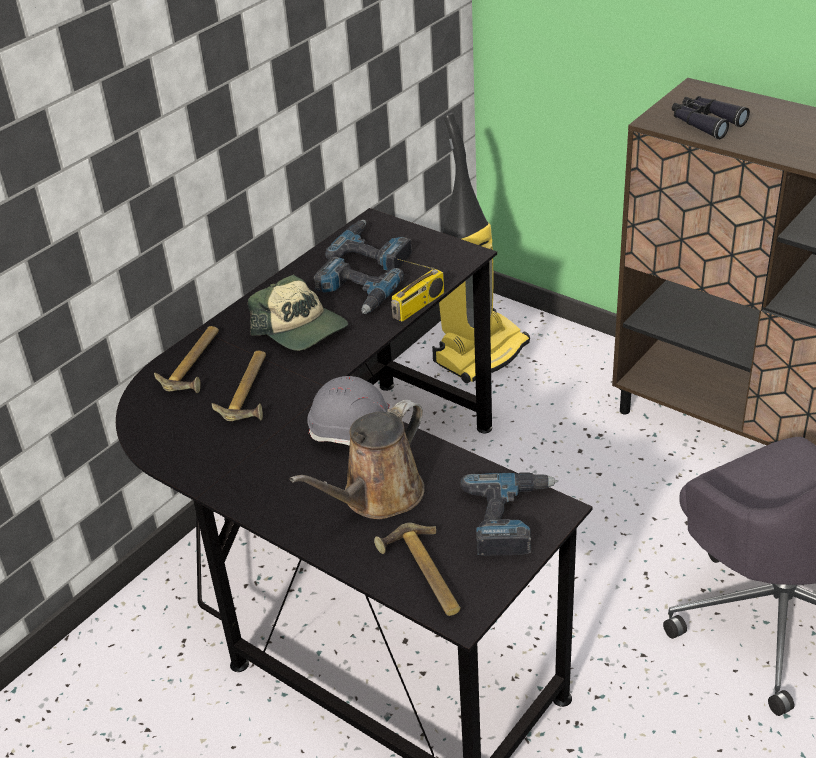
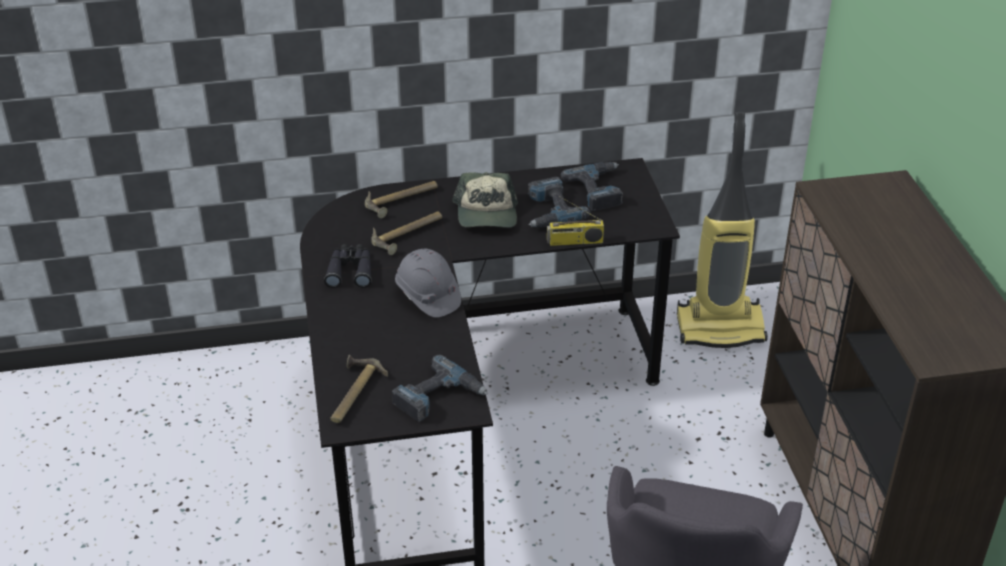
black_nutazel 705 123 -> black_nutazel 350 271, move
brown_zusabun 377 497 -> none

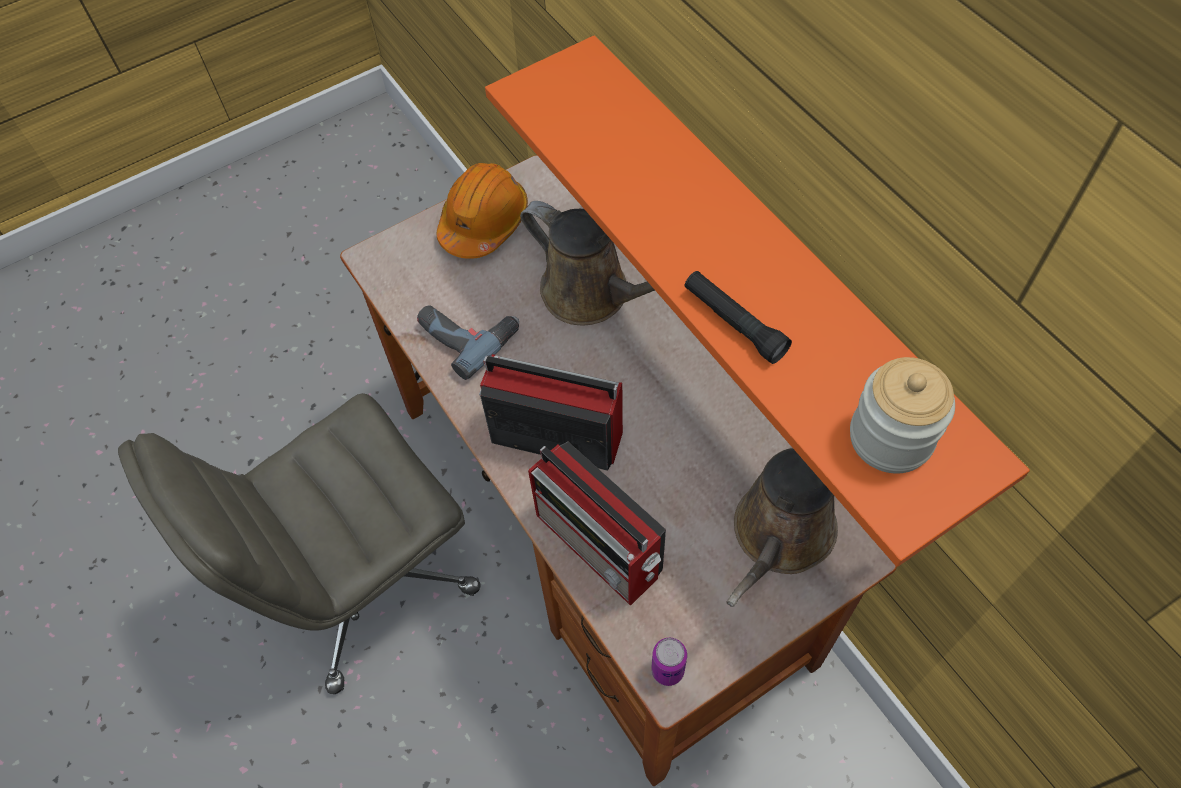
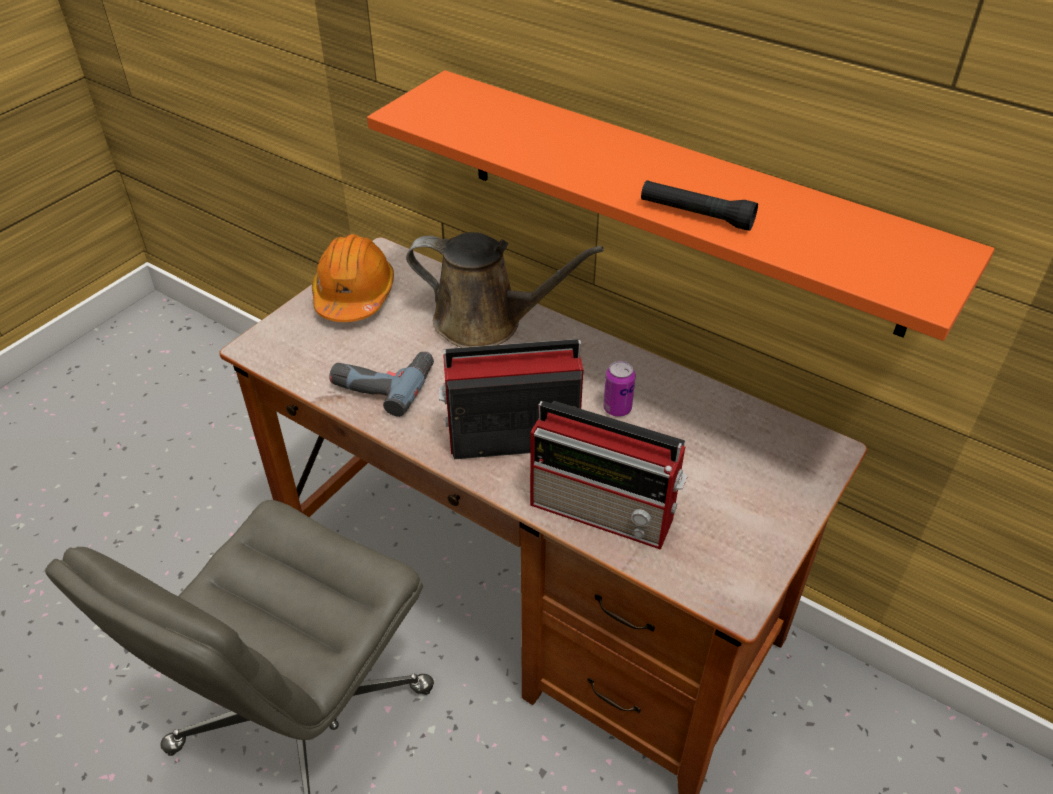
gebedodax 890 438 -> none
brown_zusabun 779 536 -> none
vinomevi 667 670 -> vinomevi 617 408, move

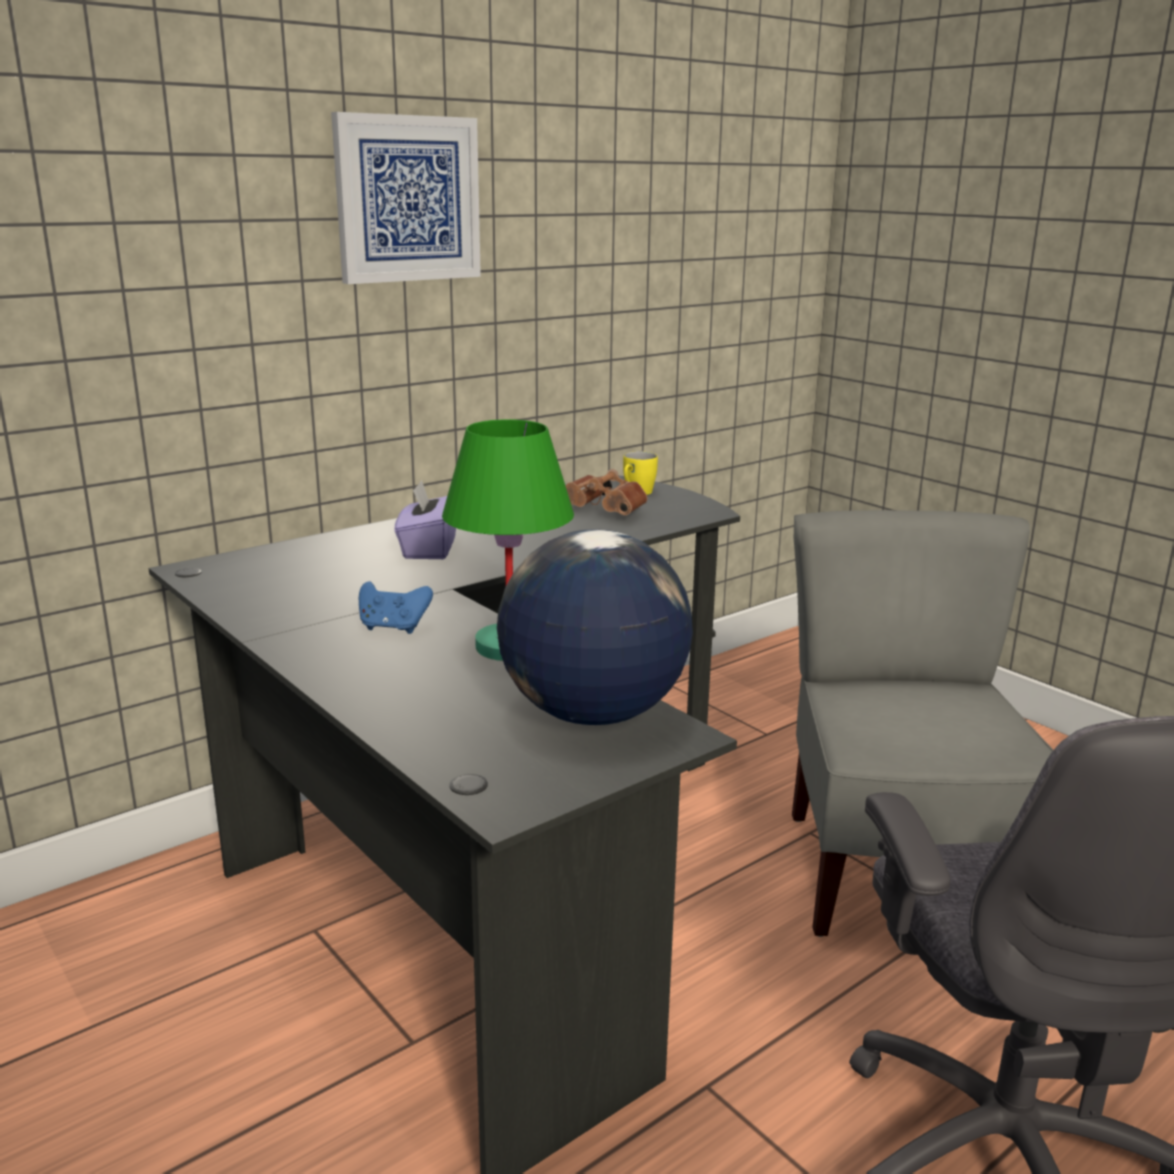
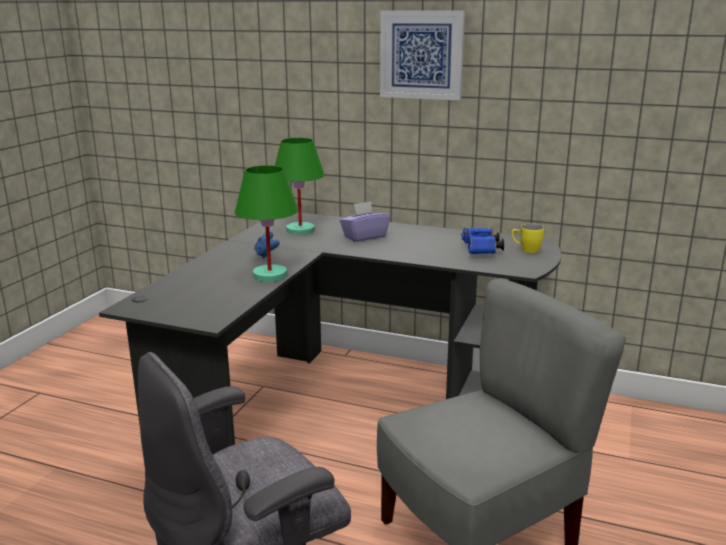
brown_nutazel 606 511 -> blue_nutazel 481 251
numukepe 592 713 -> none
none -> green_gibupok 300 230

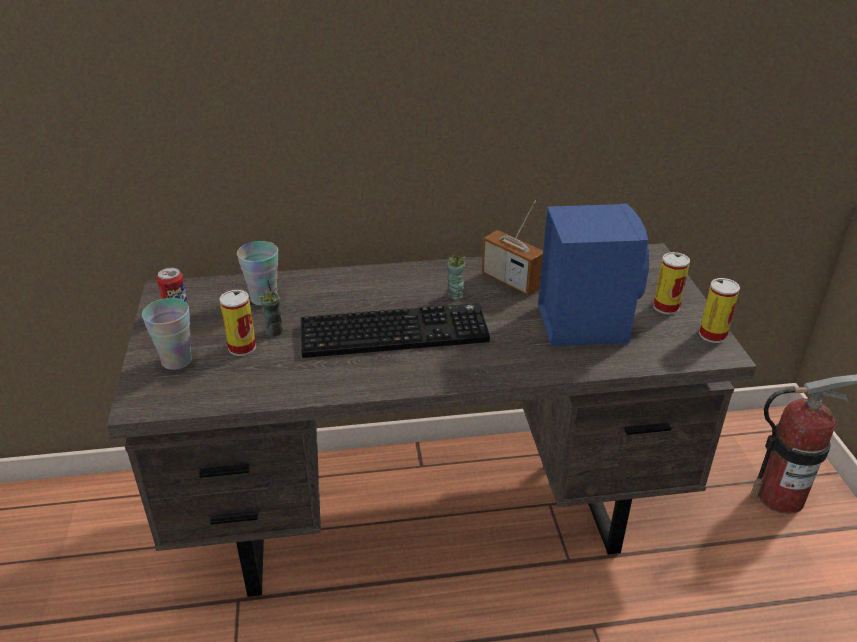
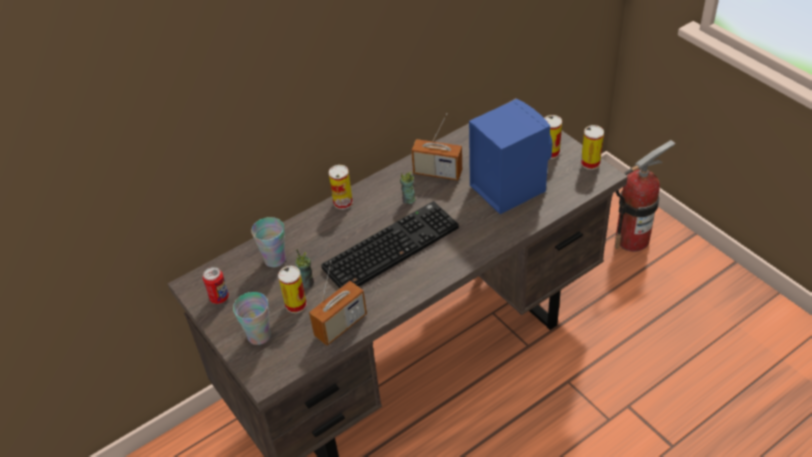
none -> vinomevi 343 202
none -> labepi 340 325

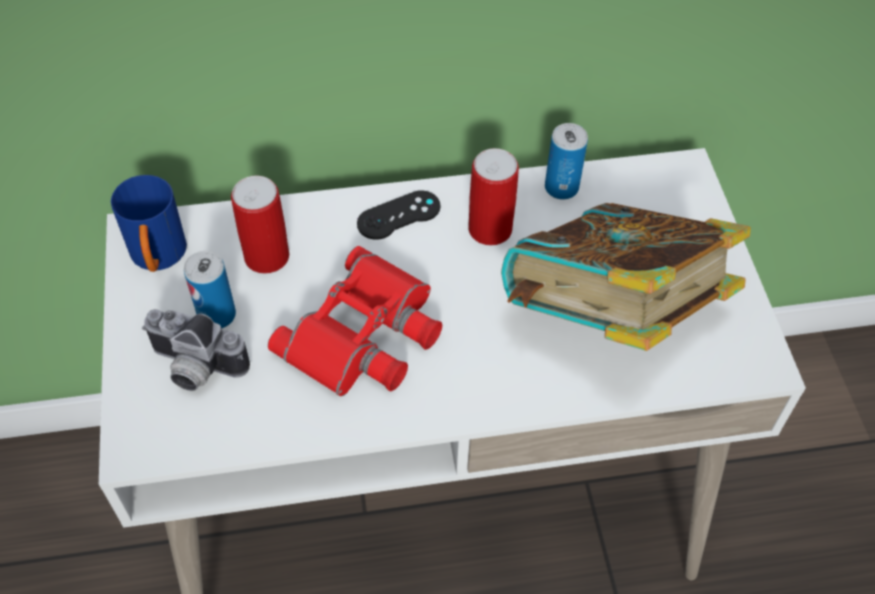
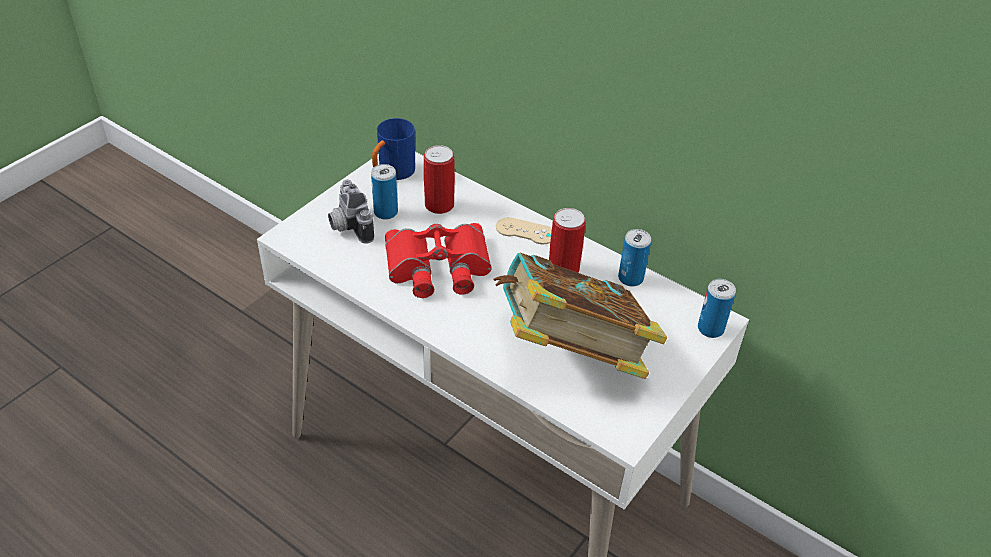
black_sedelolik 399 215 -> beige_sedelolik 525 231
none -> vinomevi 710 329

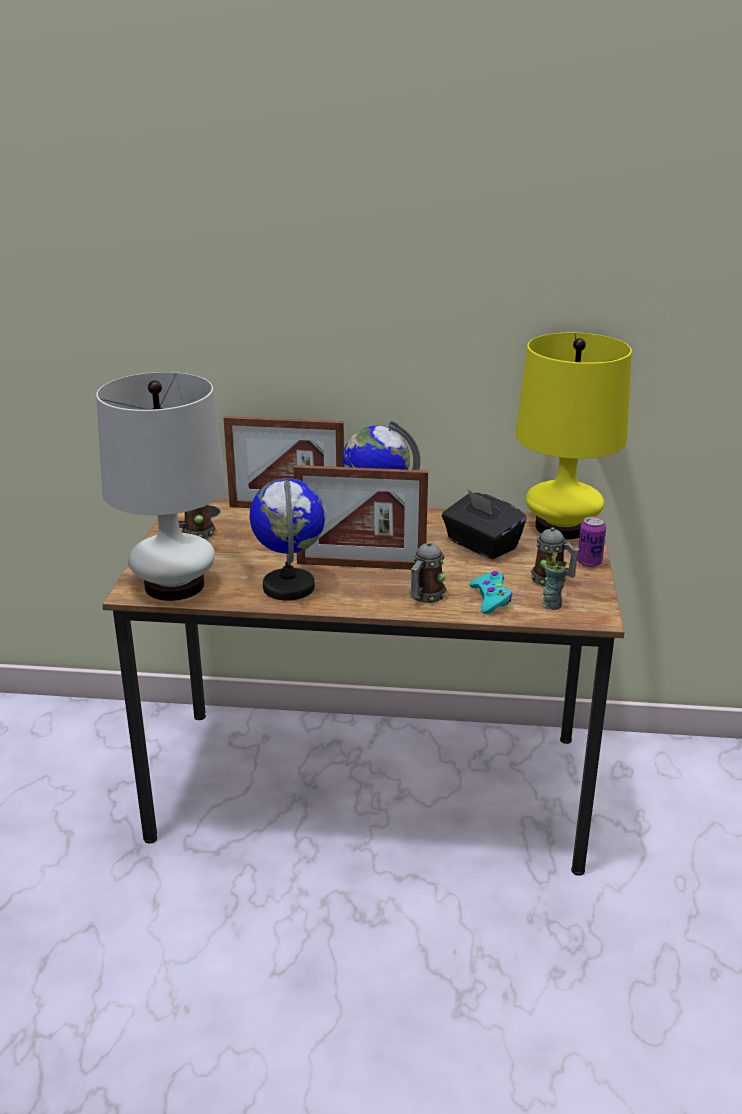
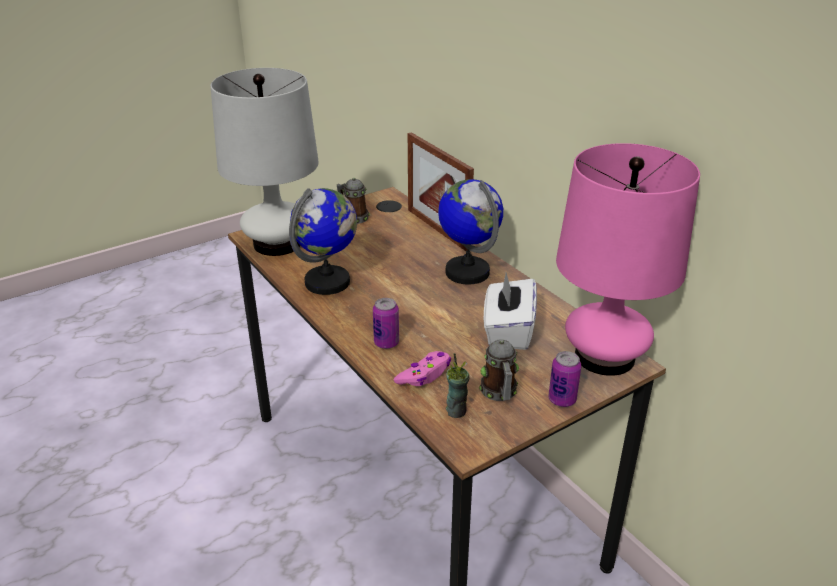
yellow_gibupok 562 527 -> pink_gibupok 604 356
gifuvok 361 565 -> none
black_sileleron 481 545 -> white_sileleron 508 331
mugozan 425 597 -> vinomevi 386 343
turquoise_sedelolik 491 599 -> pink_sedelolik 424 375

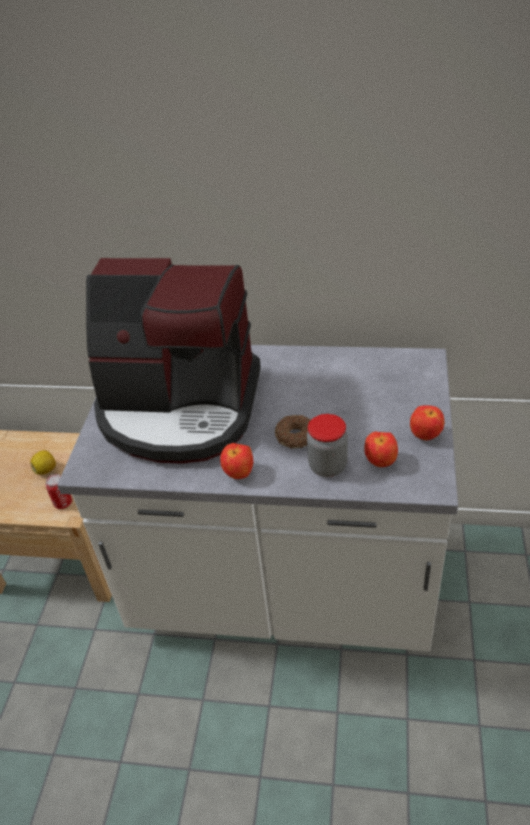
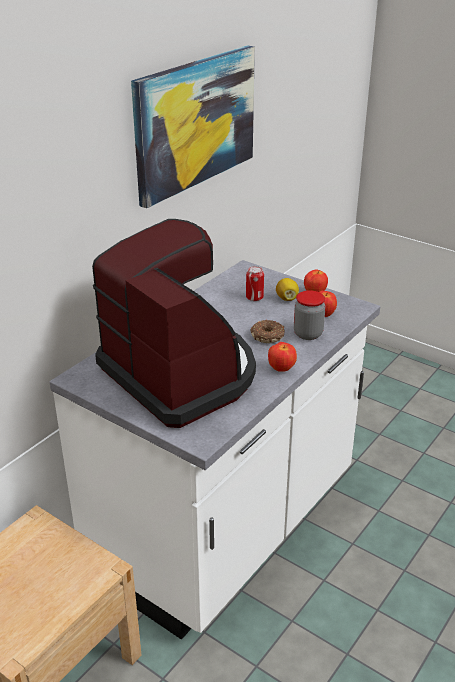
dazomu 180 408 -> dazomu 181 374, 75 degrees counterclockwise
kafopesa 46 470 -> kafopesa 287 298, move
vinomevi 63 502 -> vinomevi 254 298, move
none -> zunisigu 195 122

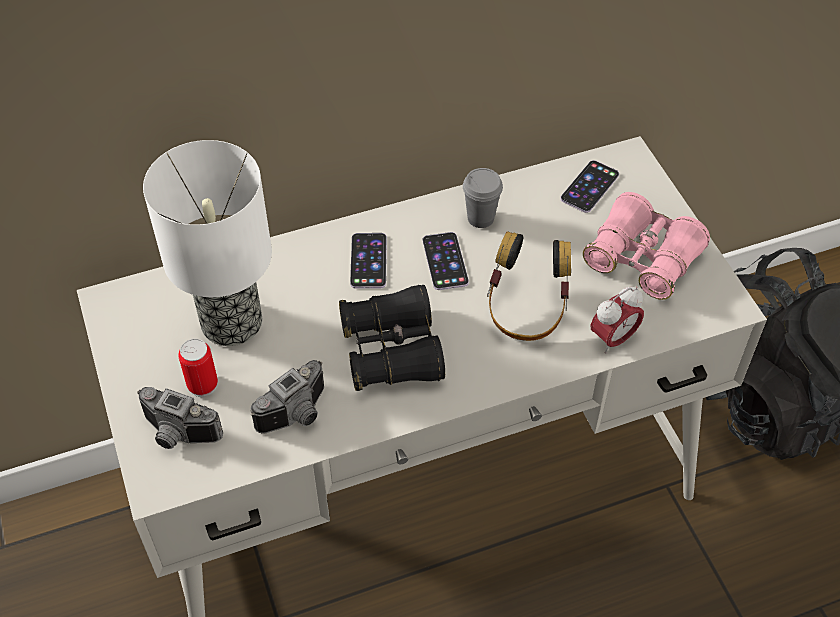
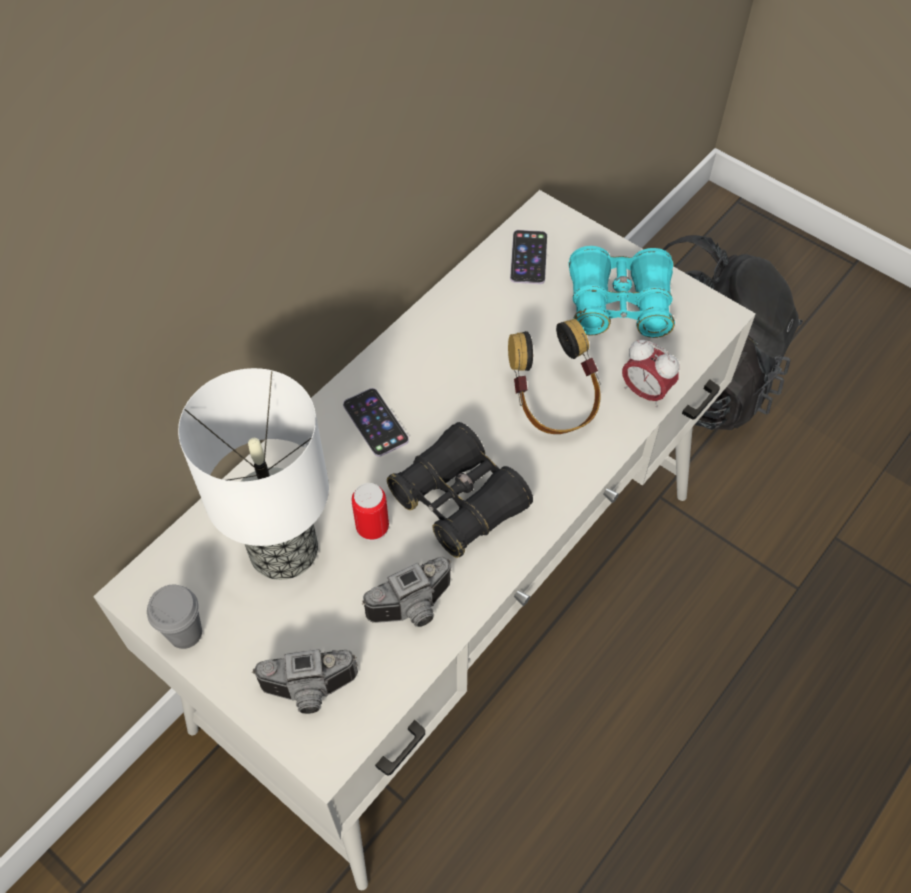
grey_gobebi 480 218 -> grey_gobebi 185 633, move
pink_nutazel 642 258 -> turquoise_nutazel 619 305
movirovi 445 261 -> none
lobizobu 613 339 -> lobizobu 645 392, 105 degrees clockwise
vinomevi 202 385 -> vinomevi 372 527, move
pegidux 298 415 -> pegidux 414 609, 45 degrees clockwise

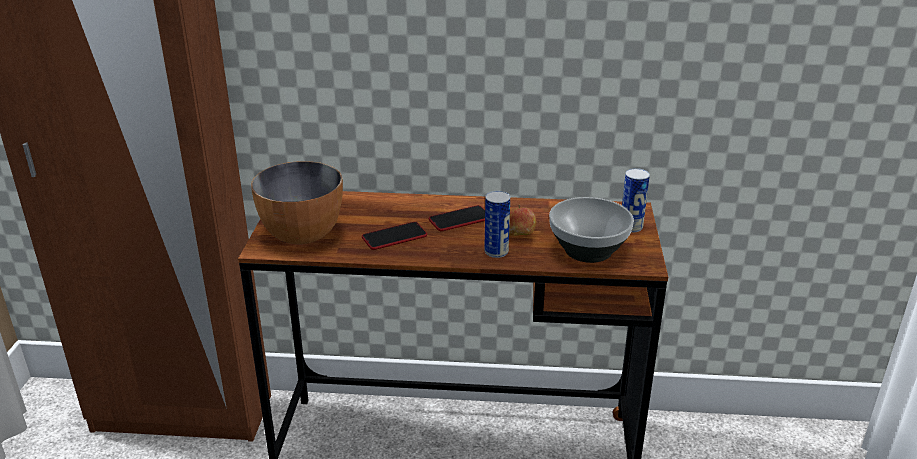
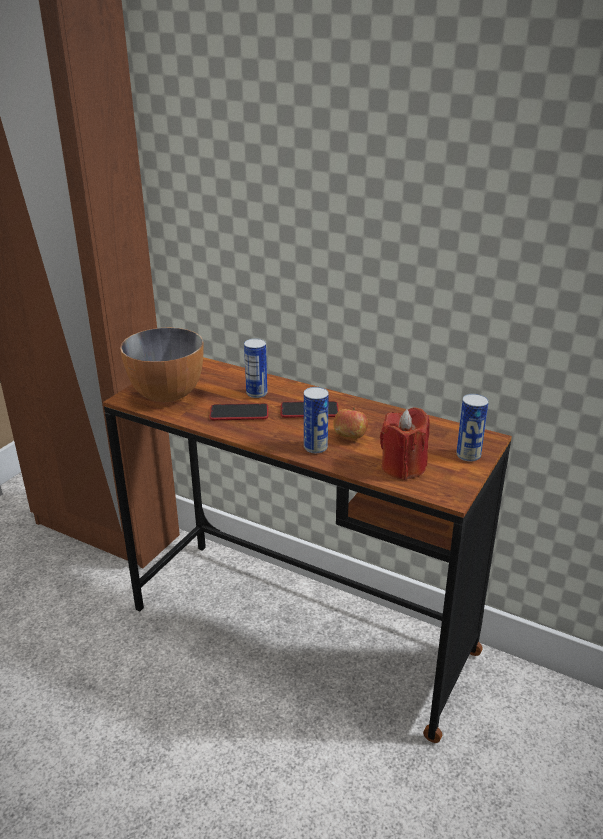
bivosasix 587 250 -> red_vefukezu 403 467
none -> vinomevi 256 393

